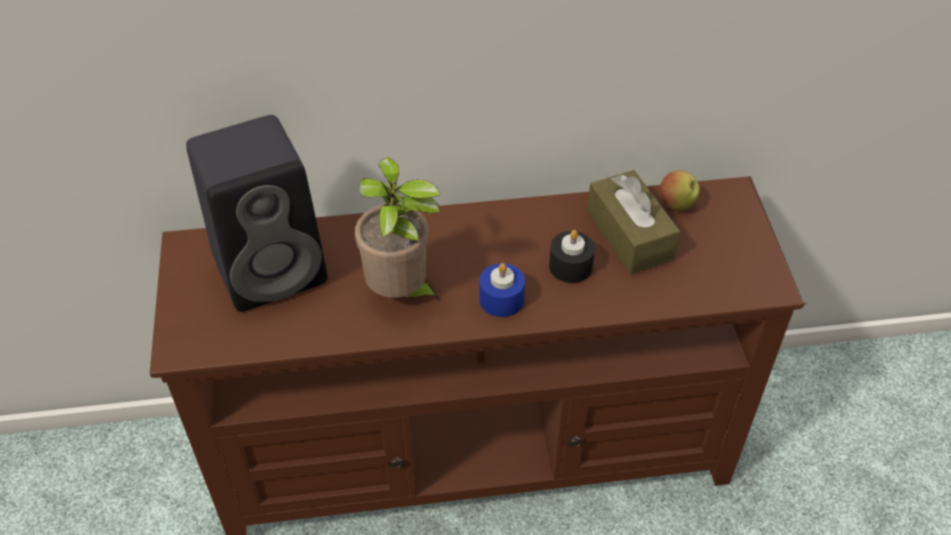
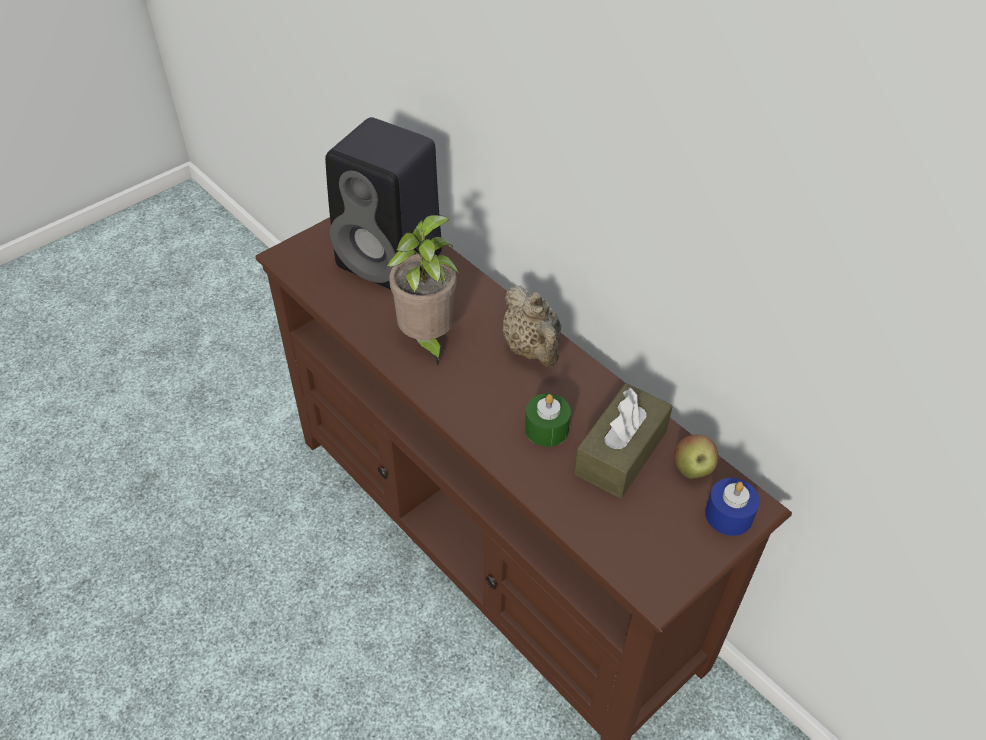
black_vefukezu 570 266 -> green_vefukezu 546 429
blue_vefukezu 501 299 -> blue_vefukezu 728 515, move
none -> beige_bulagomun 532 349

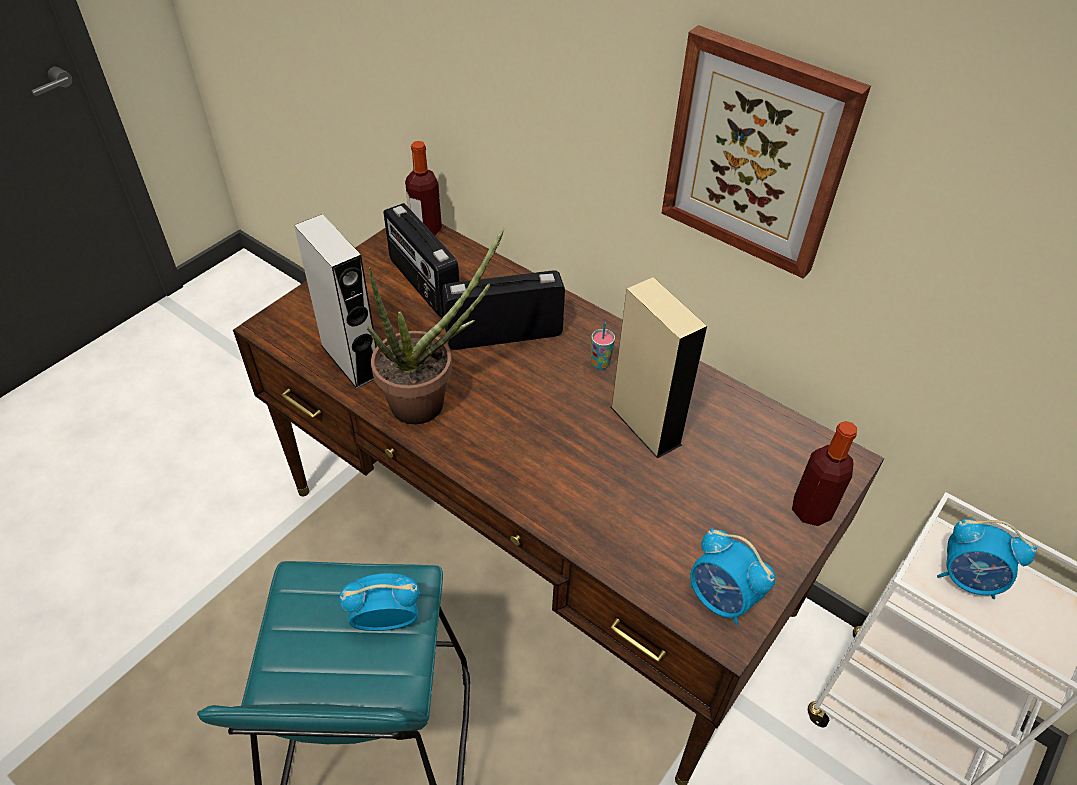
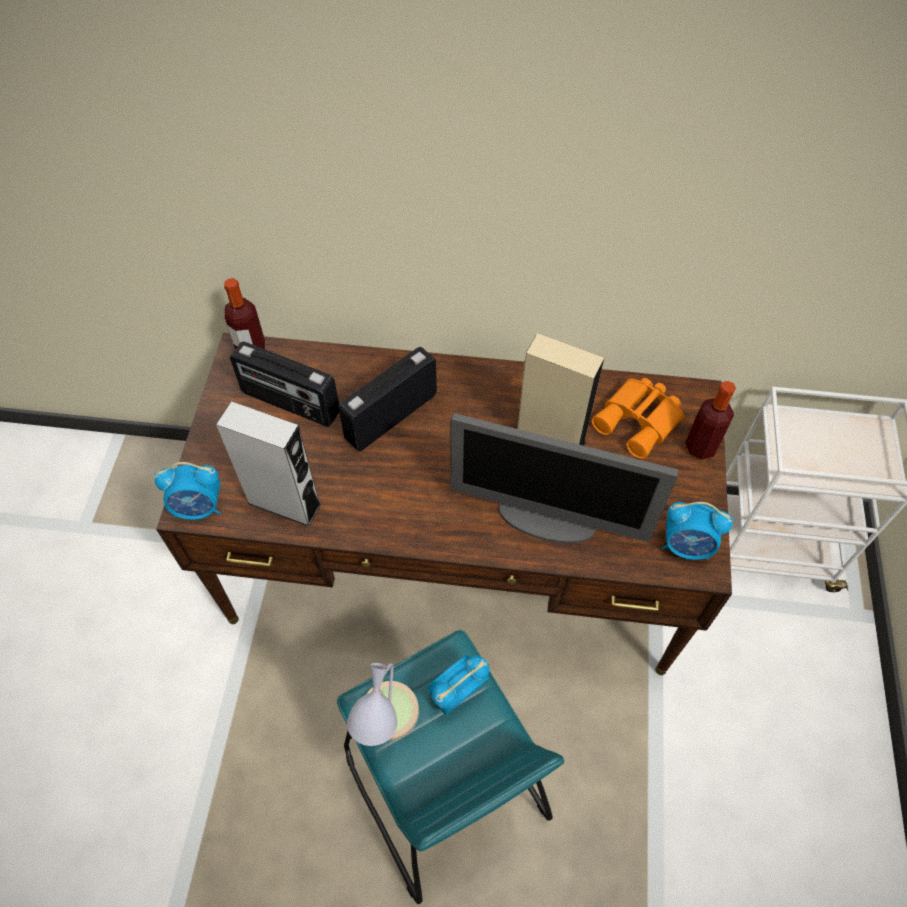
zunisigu 757 153 -> none
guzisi 429 401 -> none
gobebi 600 364 -> none
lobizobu 968 579 -> lobizobu 199 507, move
none -> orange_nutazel 640 421
none -> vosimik 547 519
none -> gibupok 385 724

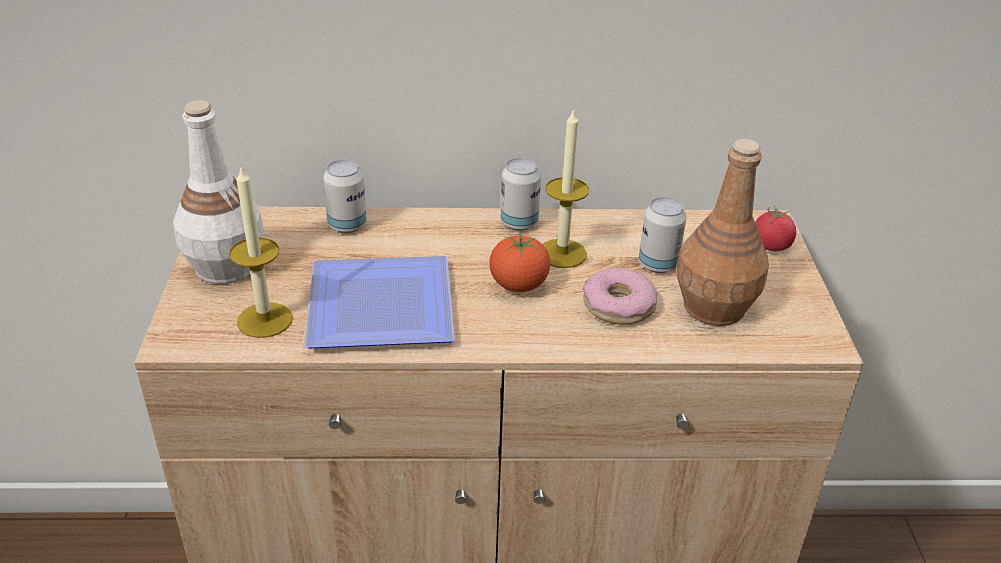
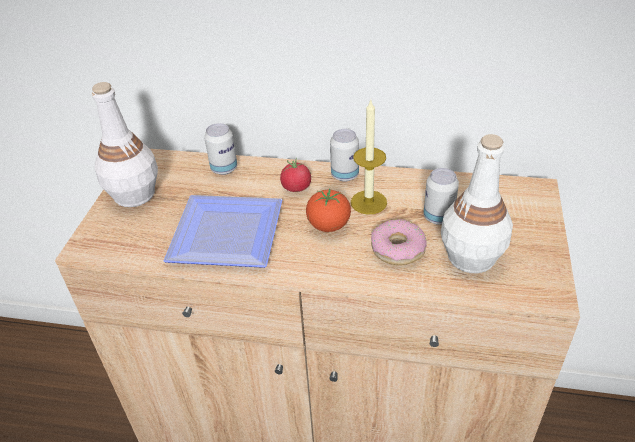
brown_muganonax 713 307 -> white_muganonax 470 256
vefukezu 265 320 -> none
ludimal 770 246 -> ludimal 296 187, move

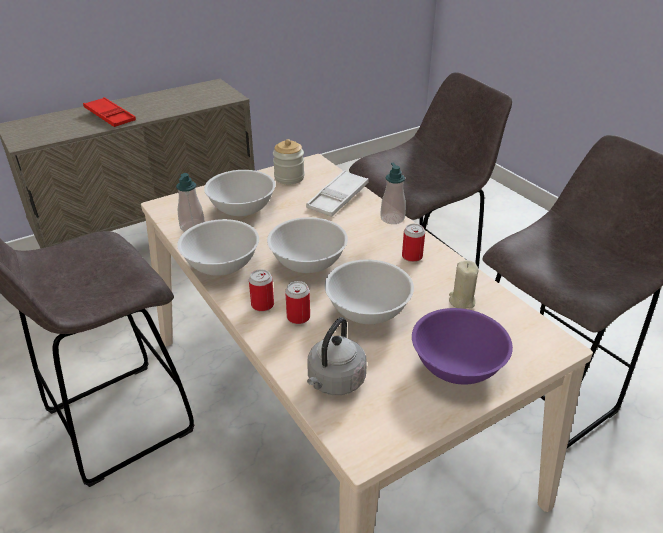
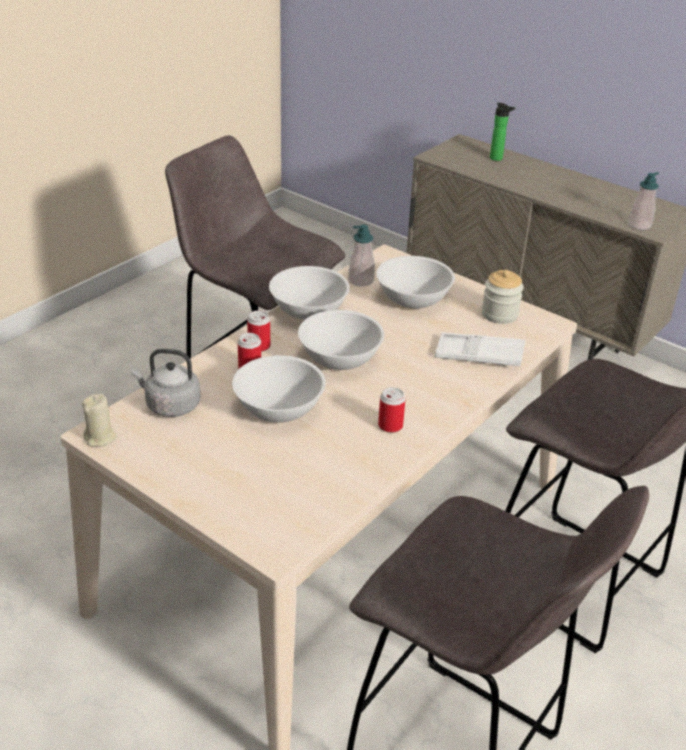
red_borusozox 110 116 -> none
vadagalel 392 218 -> vadagalel 639 225, move
beige_vefukezu 461 300 -> beige_vefukezu 100 437, move
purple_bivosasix 458 365 -> none
none -> muganonax 498 159

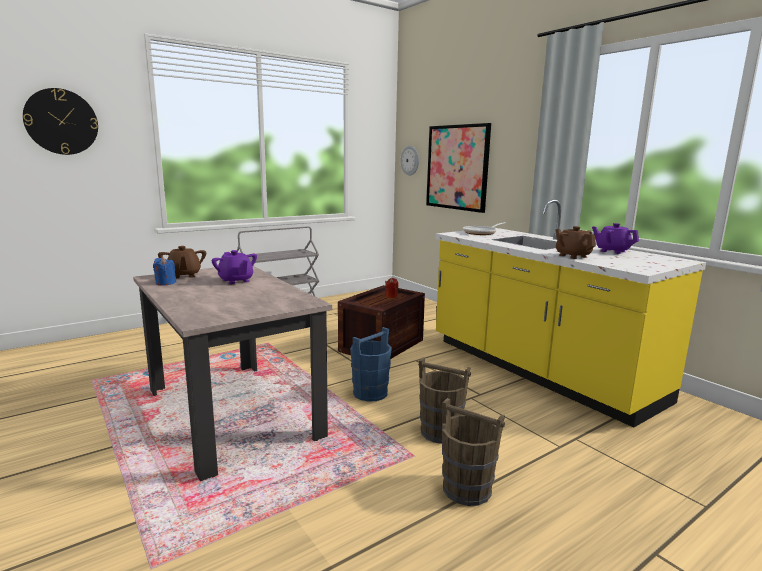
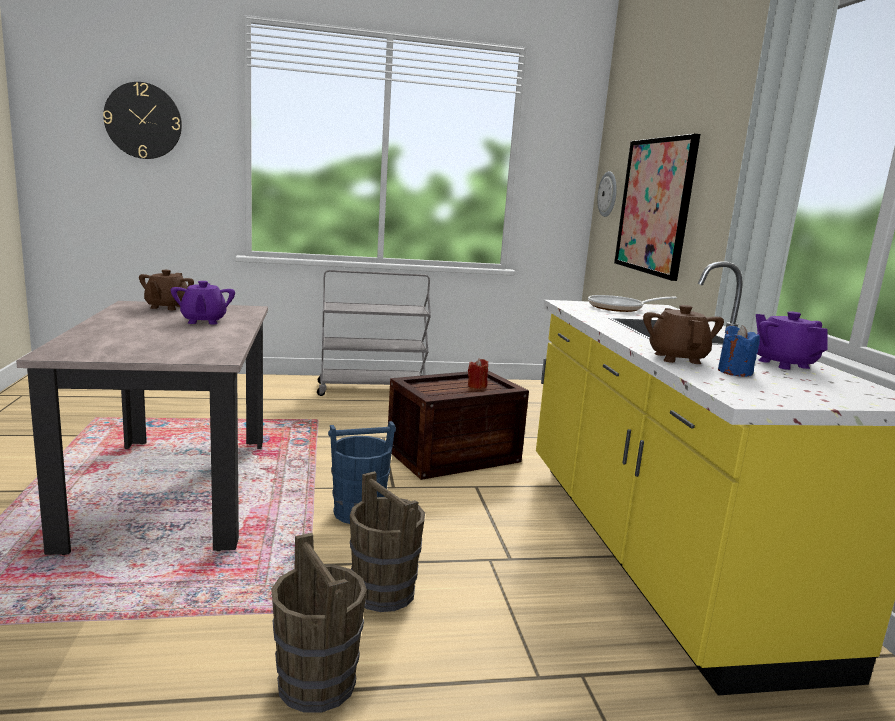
blue_vefukezu 165 283 -> blue_vefukezu 734 372, move

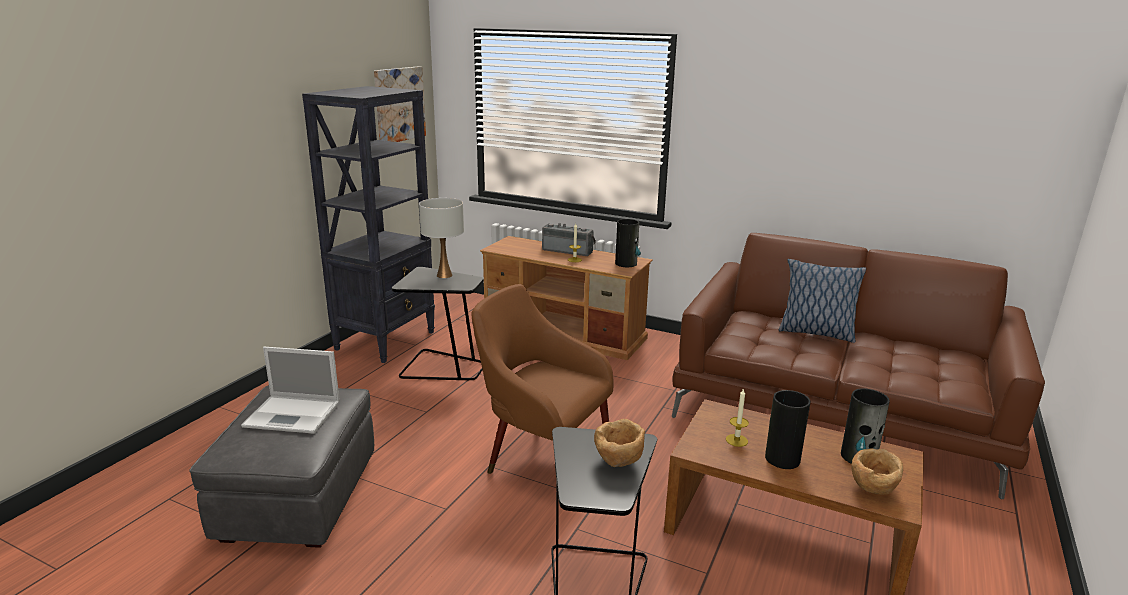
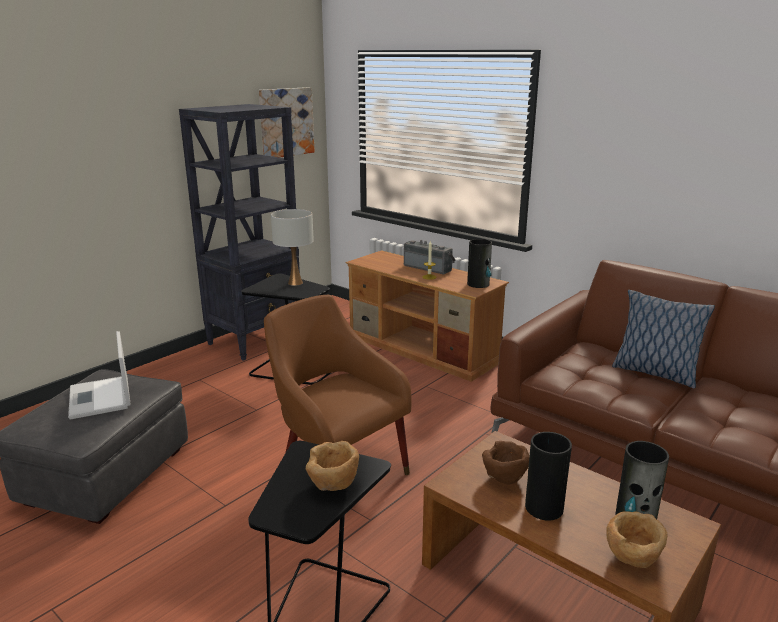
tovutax 294 414 -> tovutax 100 398, 45 degrees clockwise
vefukezu 736 440 -> brown_bivosasix 504 479

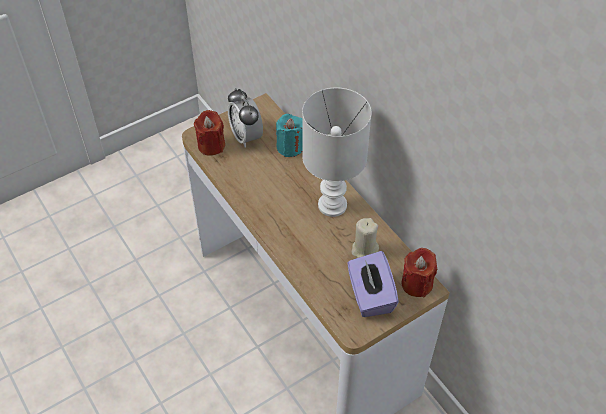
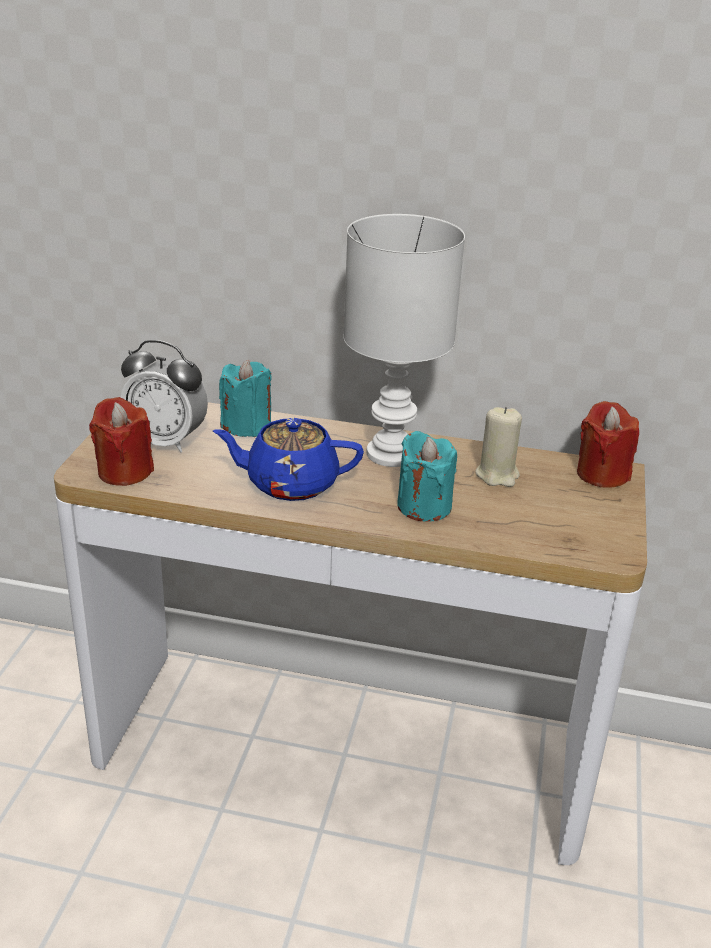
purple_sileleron 370 295 -> none
none -> blue_bulagomun 290 484
none -> turquoise_vefukezu 424 506

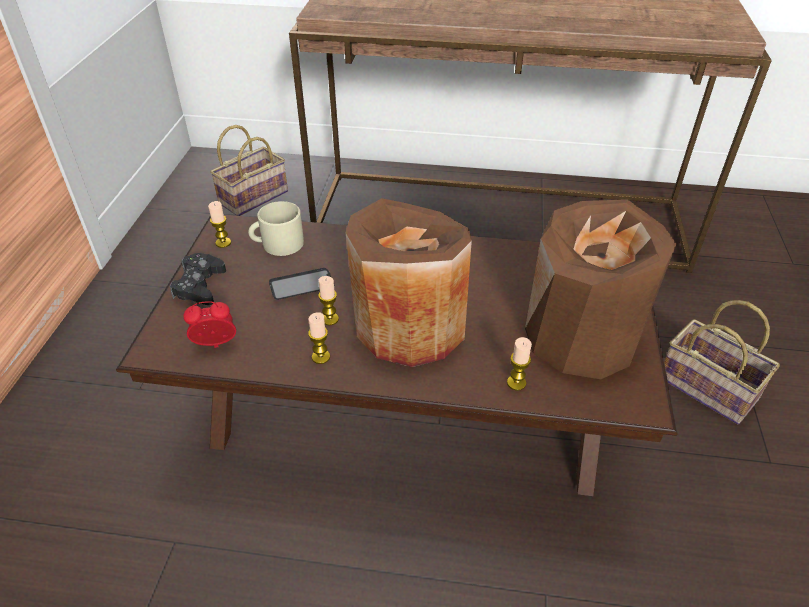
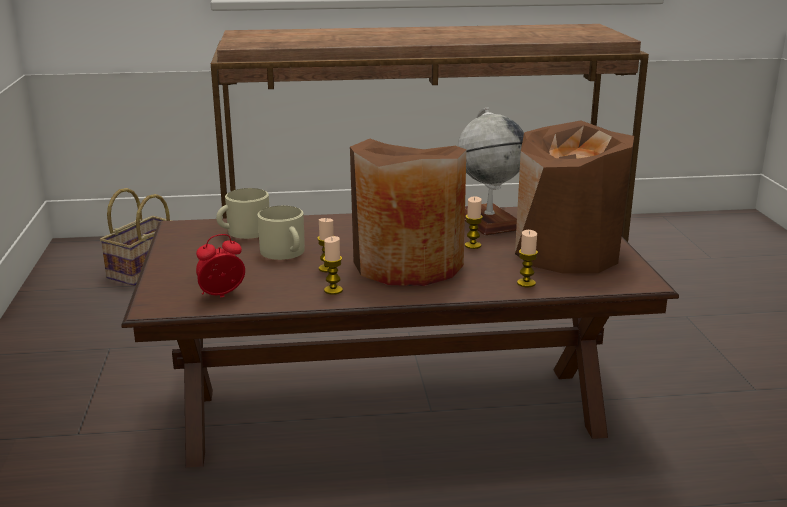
vefukezu 223 243 -> vefukezu 472 245, move
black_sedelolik 200 286 -> none
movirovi 301 285 -> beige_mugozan 285 253
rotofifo 710 388 -> none
none -> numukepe 488 221

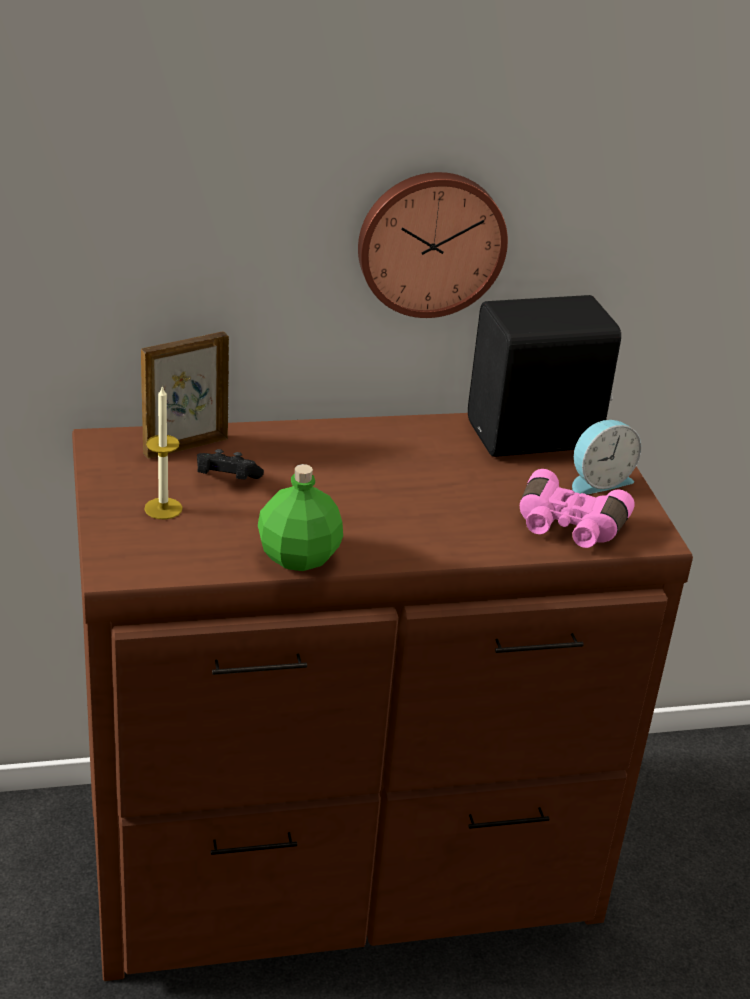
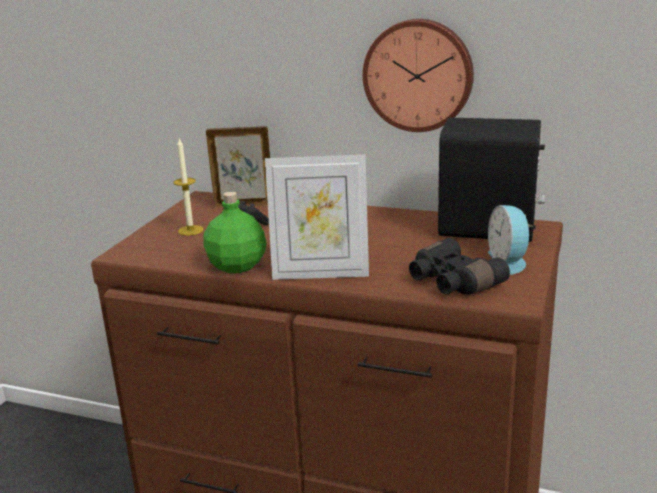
lobizobu 598 481 -> lobizobu 509 261, 75 degrees clockwise
pink_nutazel 568 527 -> black_nutazel 451 282
none -> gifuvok 320 273

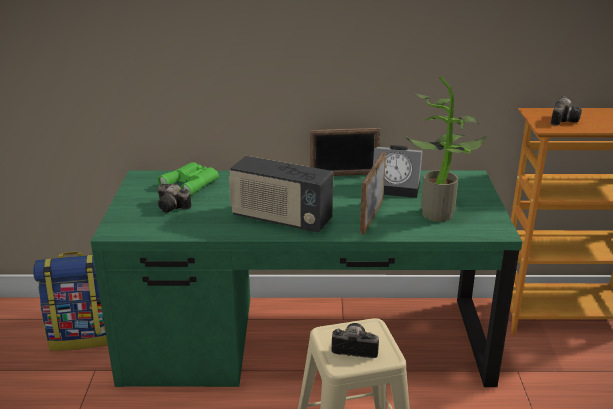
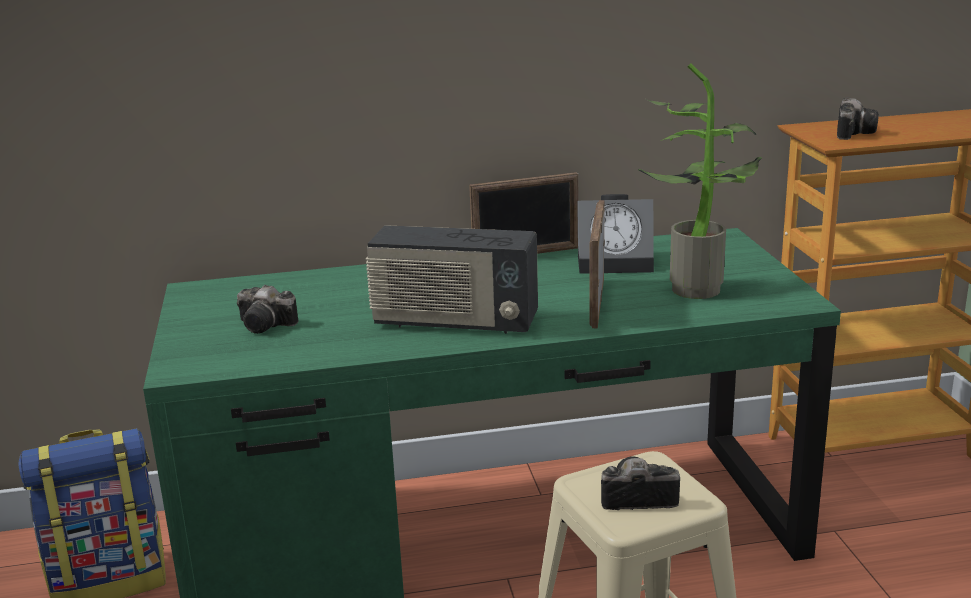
green_nutazel 192 183 -> none

